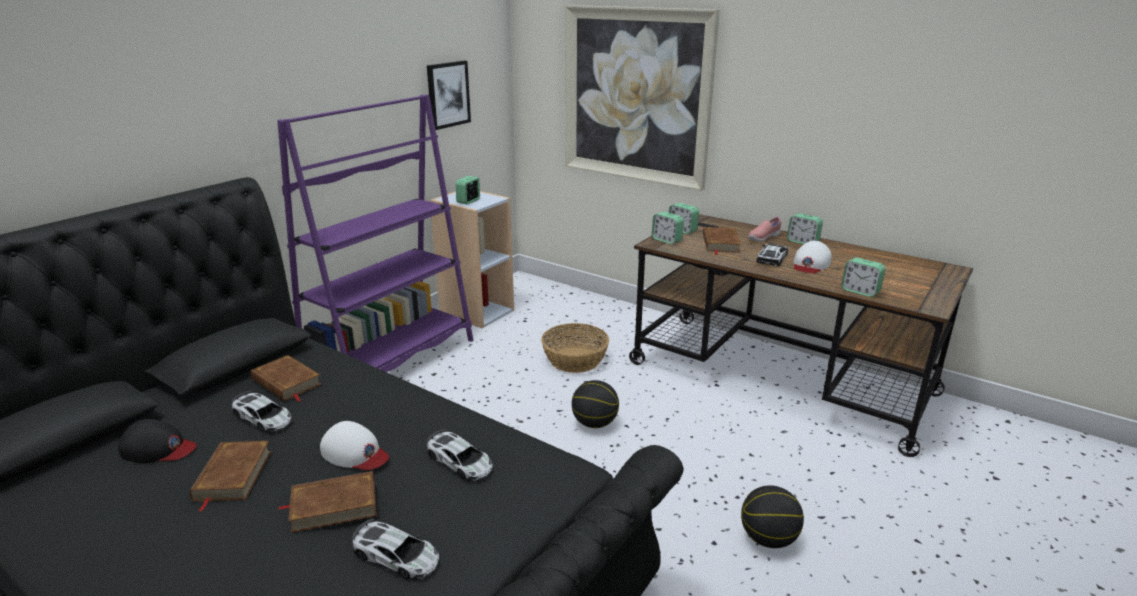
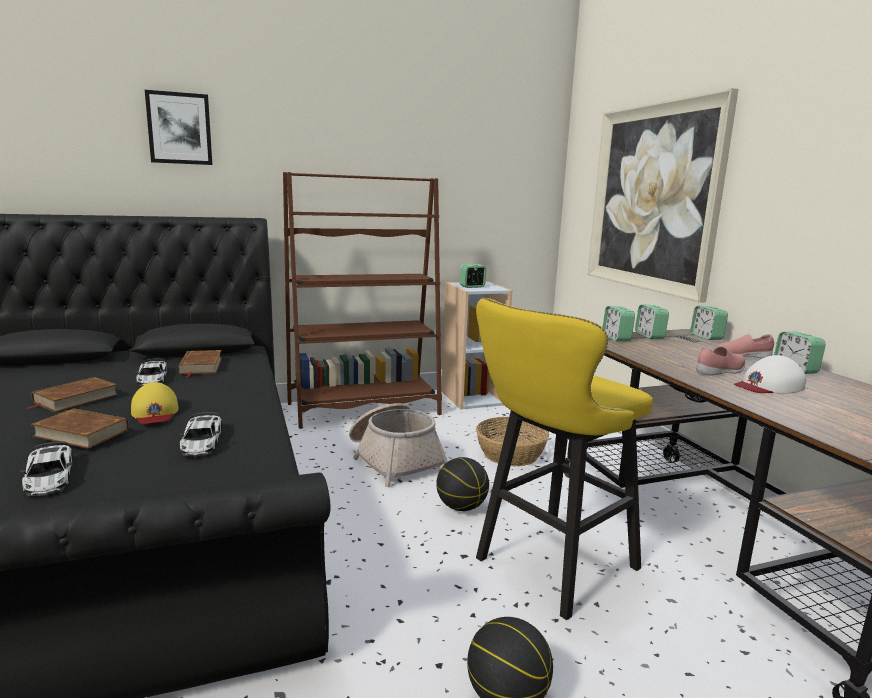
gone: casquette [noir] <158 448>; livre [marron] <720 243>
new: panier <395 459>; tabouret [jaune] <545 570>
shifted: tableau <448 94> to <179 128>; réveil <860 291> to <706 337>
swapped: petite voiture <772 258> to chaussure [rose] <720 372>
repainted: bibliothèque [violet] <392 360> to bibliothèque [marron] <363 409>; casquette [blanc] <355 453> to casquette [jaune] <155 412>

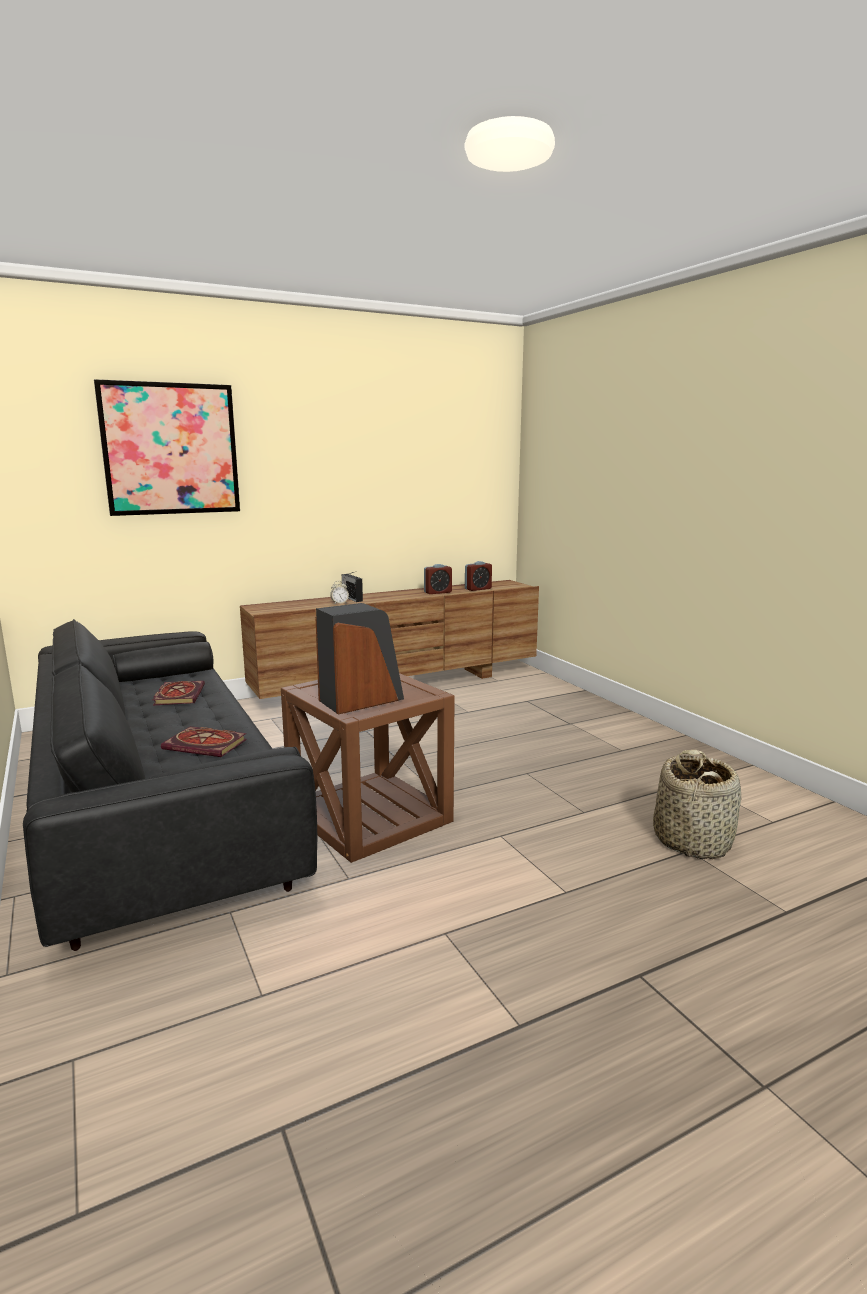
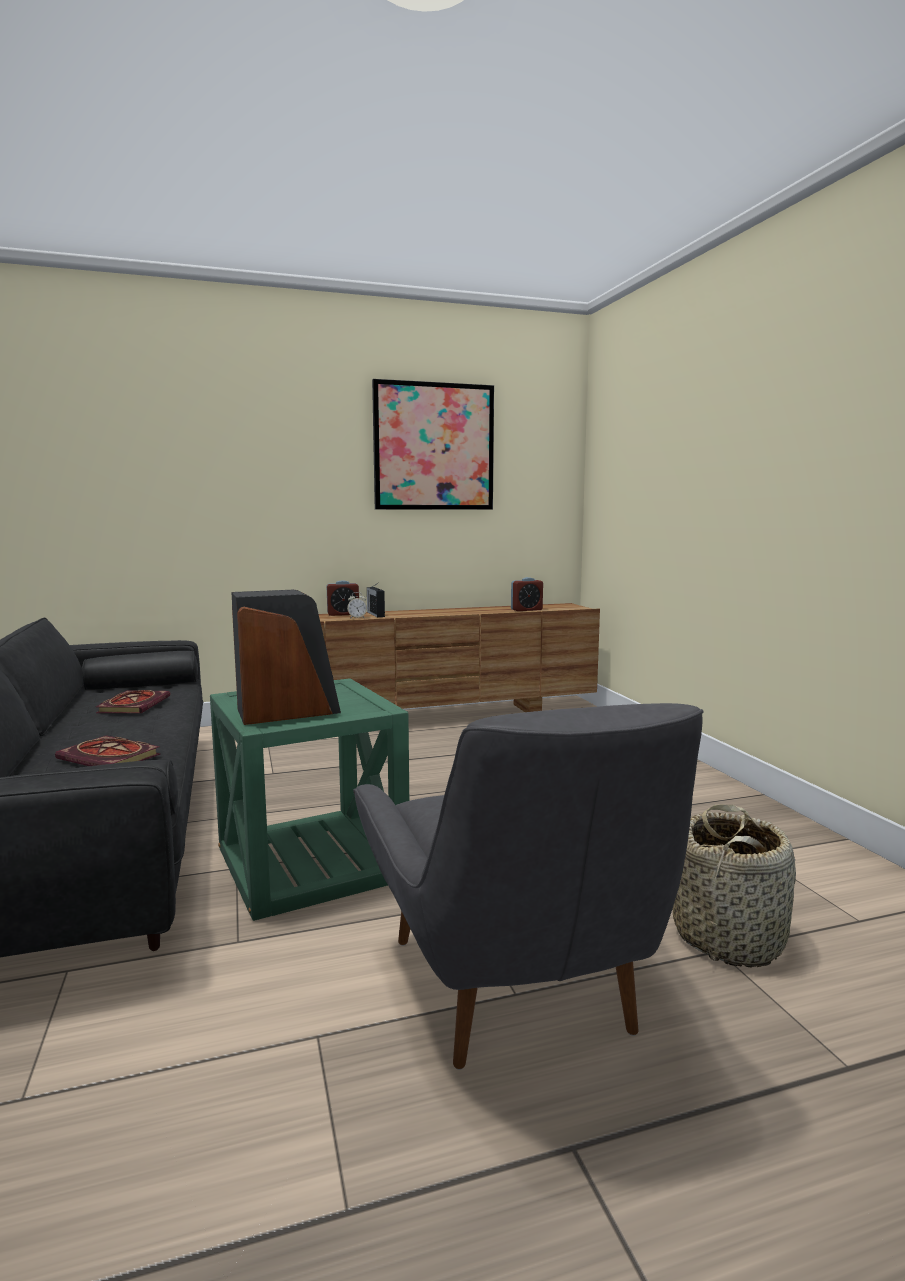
new: fauteuil [gris] <519 994>
shifted: tableau <170 449> to <434 447>; réveil <437 592> to <343 614>
repainted: table d'appoint [marron] <369 816> to table d'appoint [vert] <310 863>

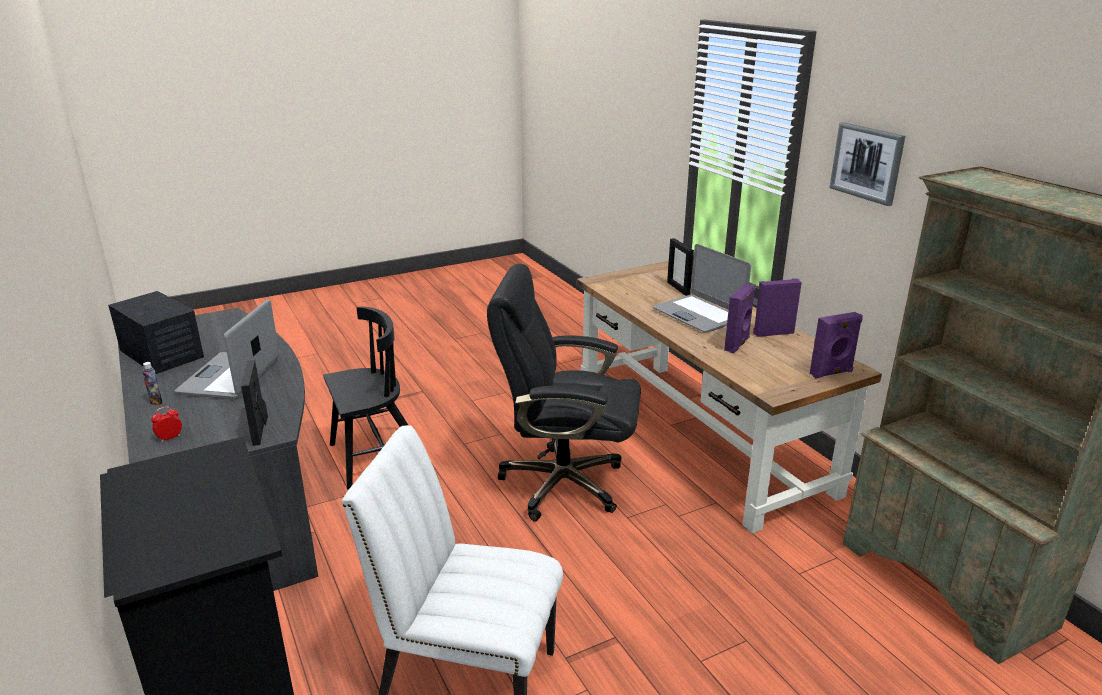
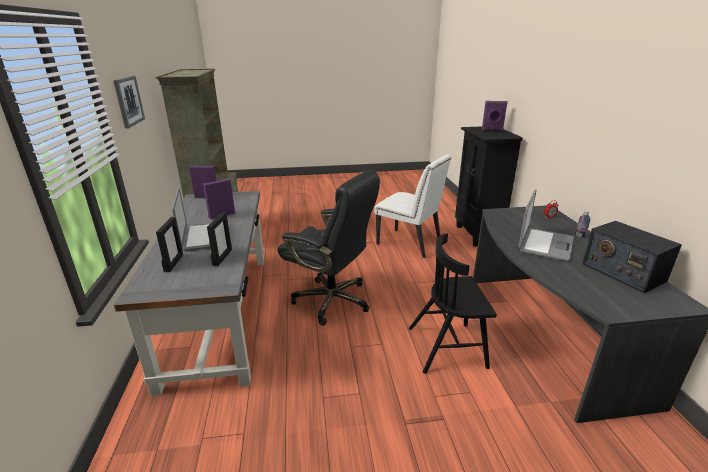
shifted: cadre photo <260 430> to <222 257>; enceinte [violet] <773 332> to <492 130>
repainted: bureau [marron] <700 436> to bureau [gris] <220 312>

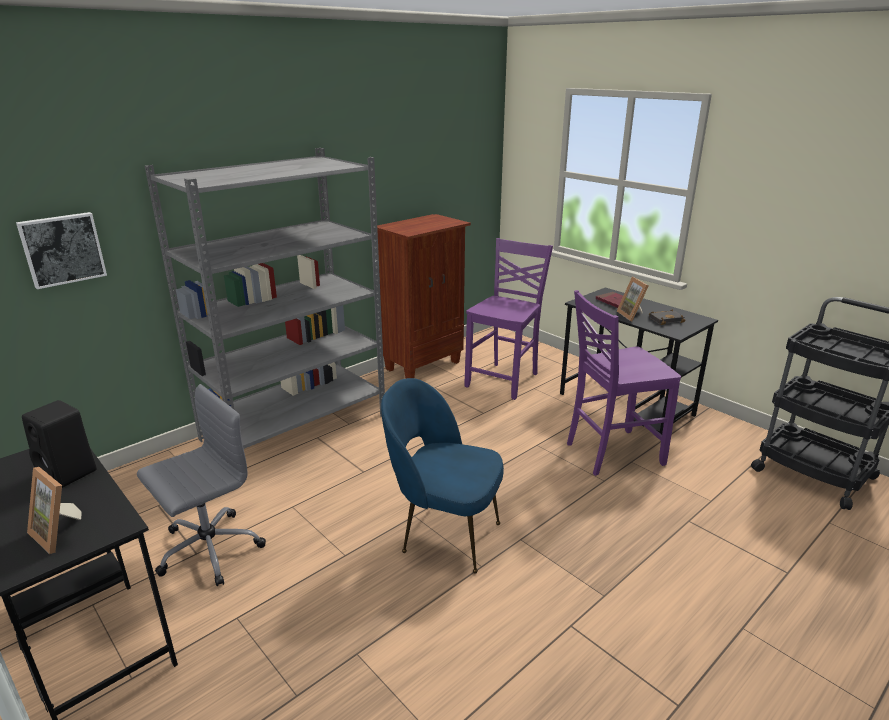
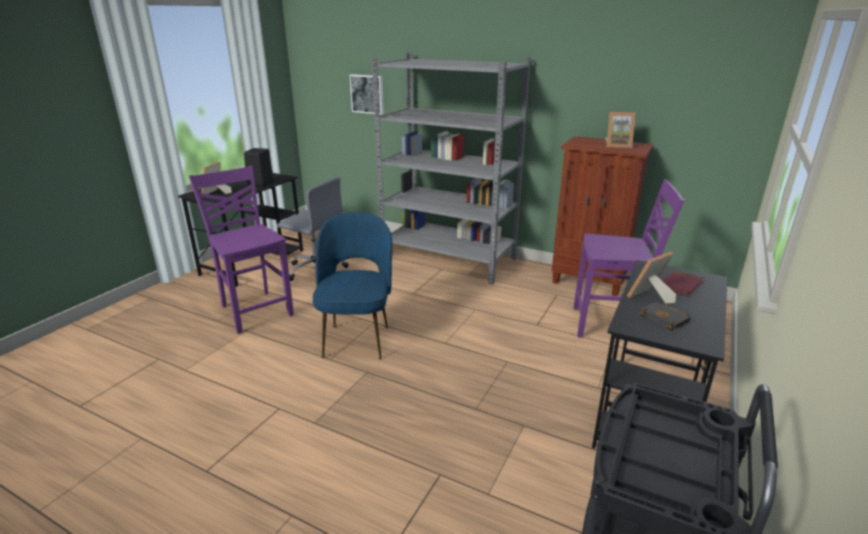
new: cadre photo <617 146>
shifted: chaise [violet] <611 453> to <255 310>

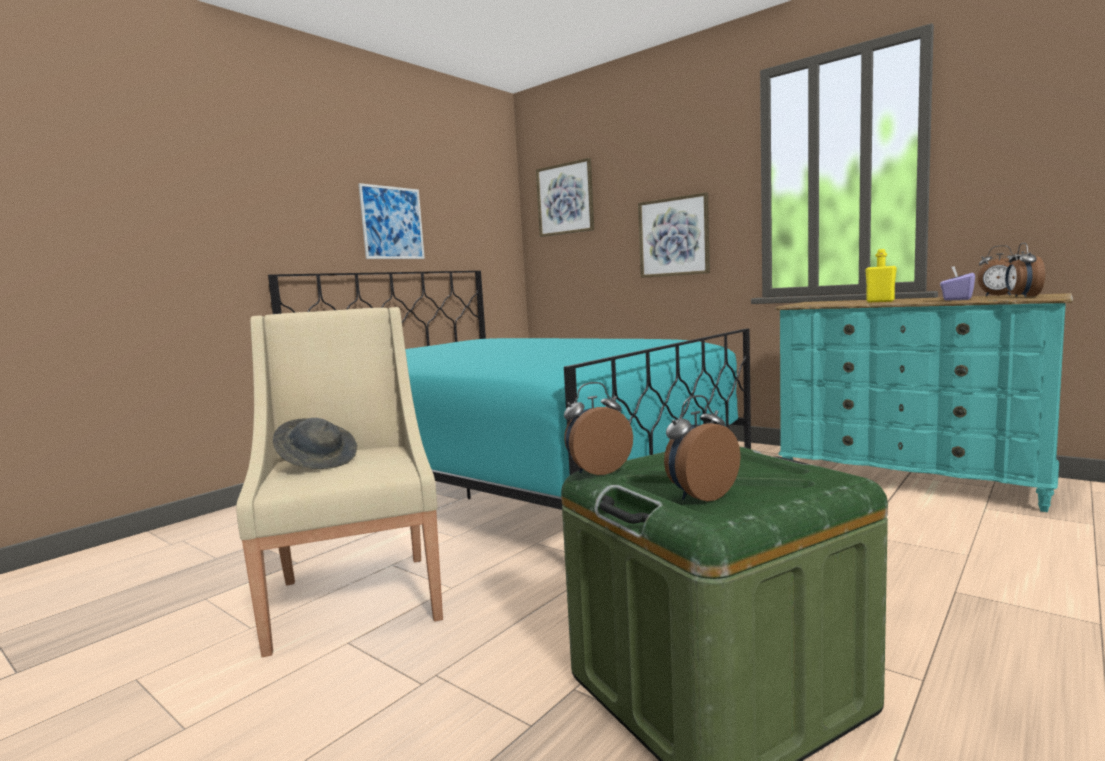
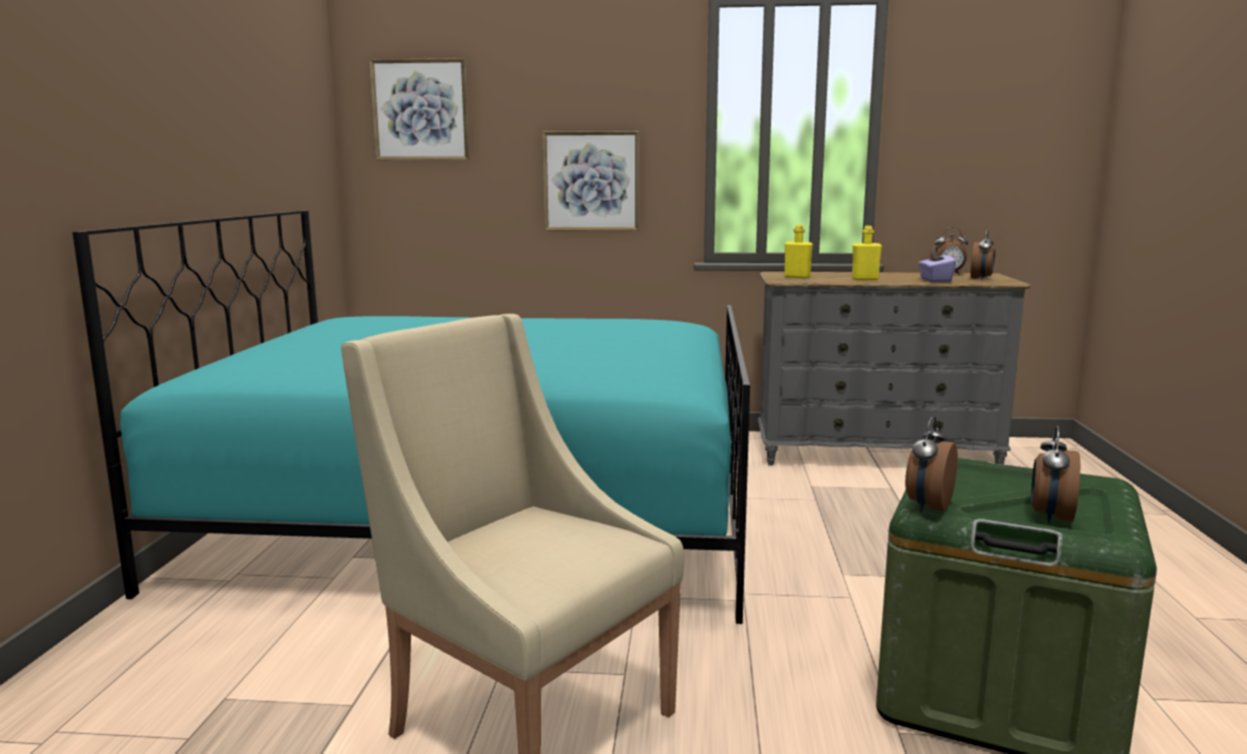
gone: chapeau [gris] <318 462>; tableau <392 223>
new: bouteille [jaune] <797 277>
repainted: commode [turquoise] <909 480> to commode [gris] <876 455>
rotated: réveil <1022 297> = <981 279> 135 degrees counterclockwise

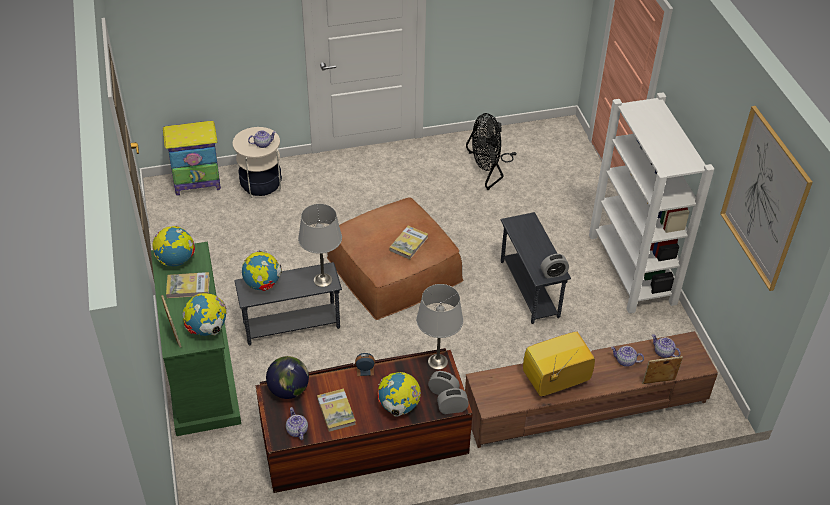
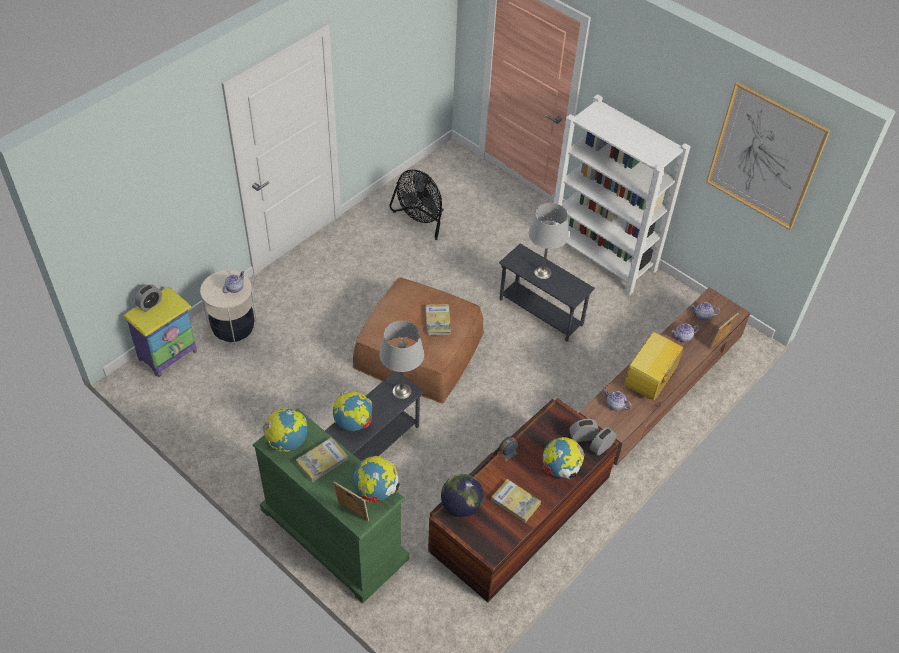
shifted: théière <296 430> to <615 405>; lampe de table [gris] <438 362> to <543 272>; réveil <553 273> to <150 304>

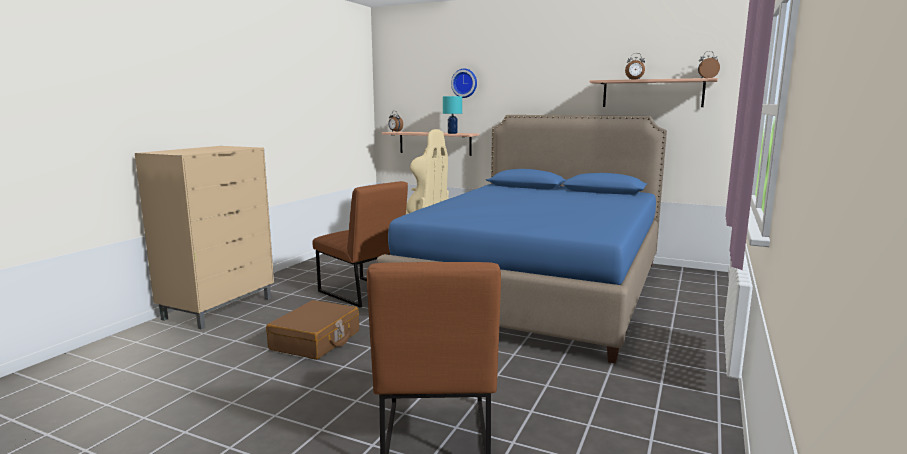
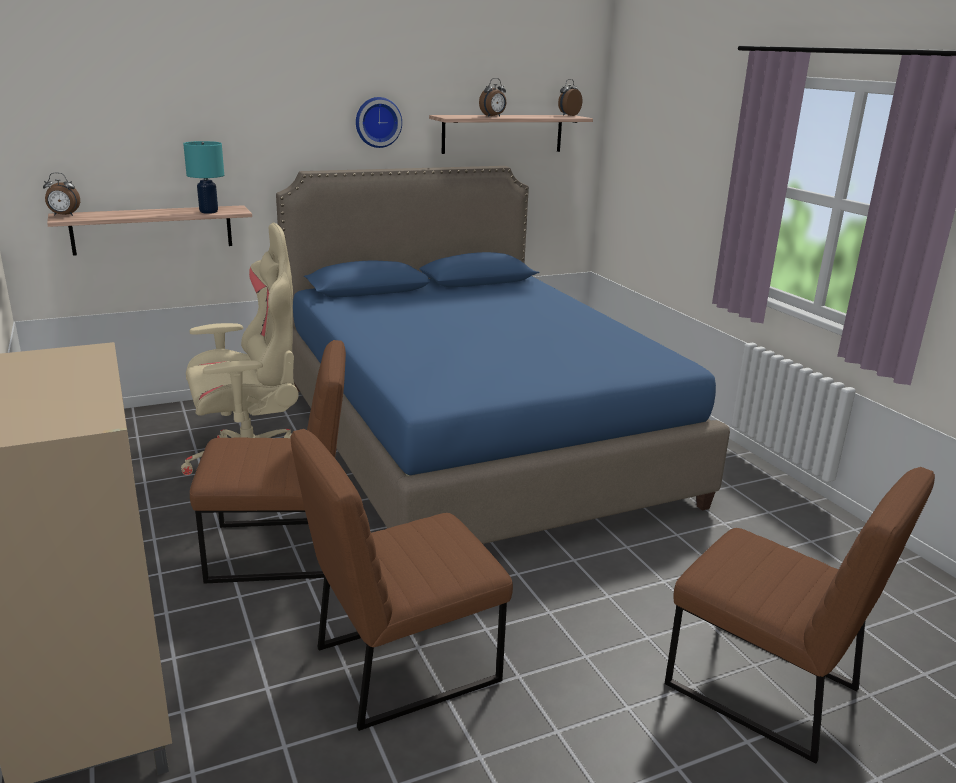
shifted: horloge murale <465 83> to <377 122>
swapped: valise [marron] <316 340> to chaise [marron] <401 664>

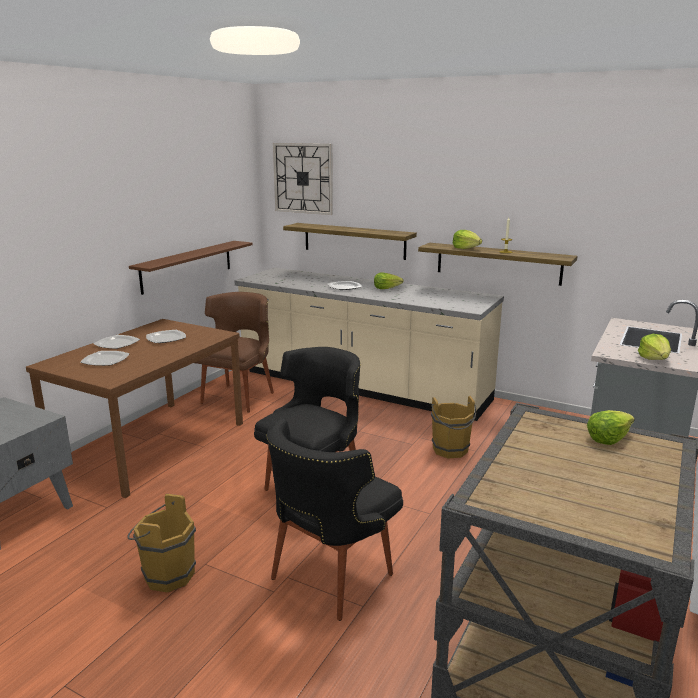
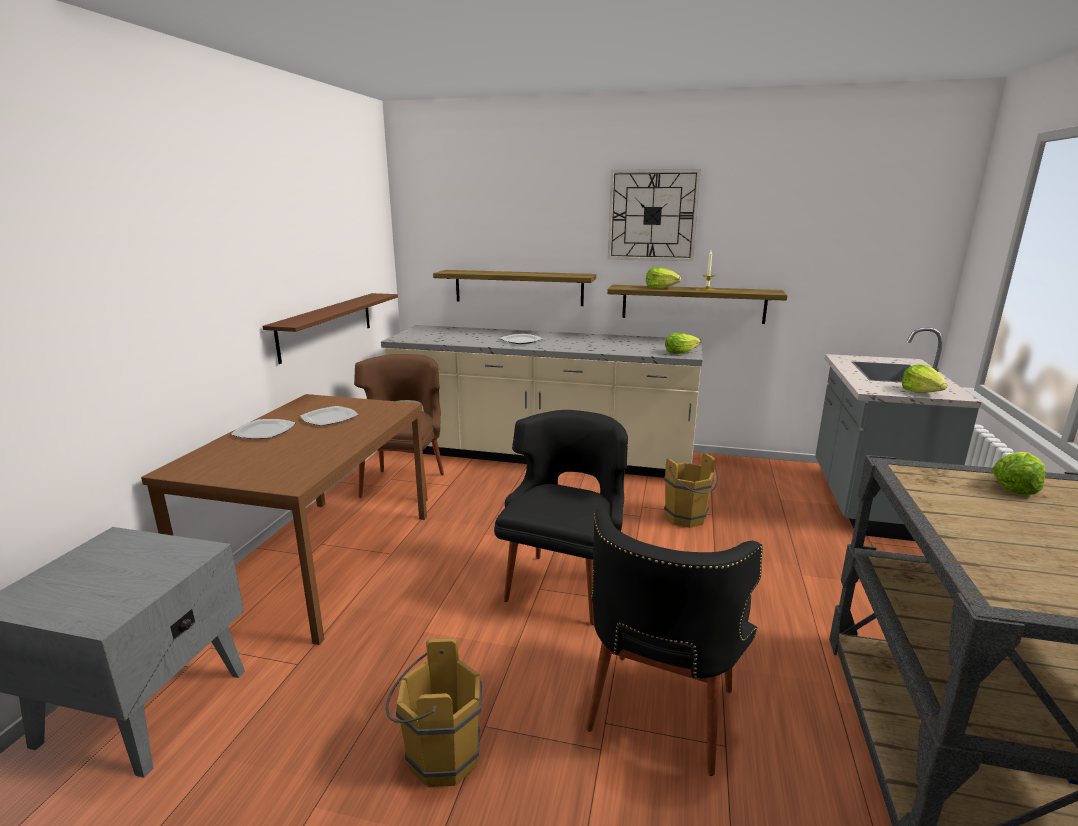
gone: assiette <106 360>
shifted: horloge murale <303 178> to <652 215>; laitue <386 288> to <680 352>

